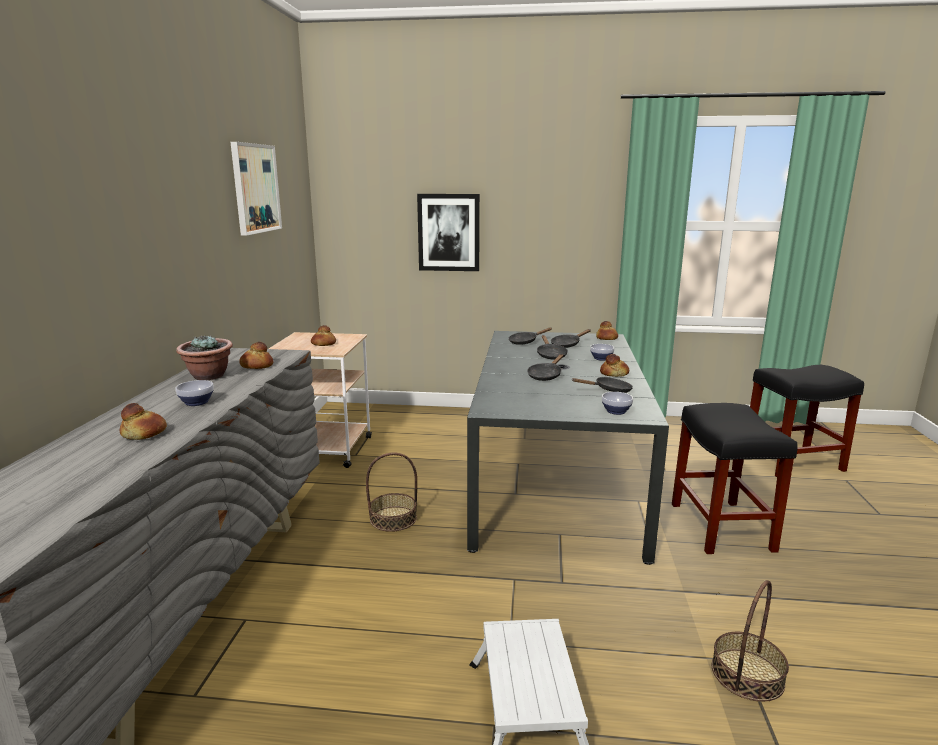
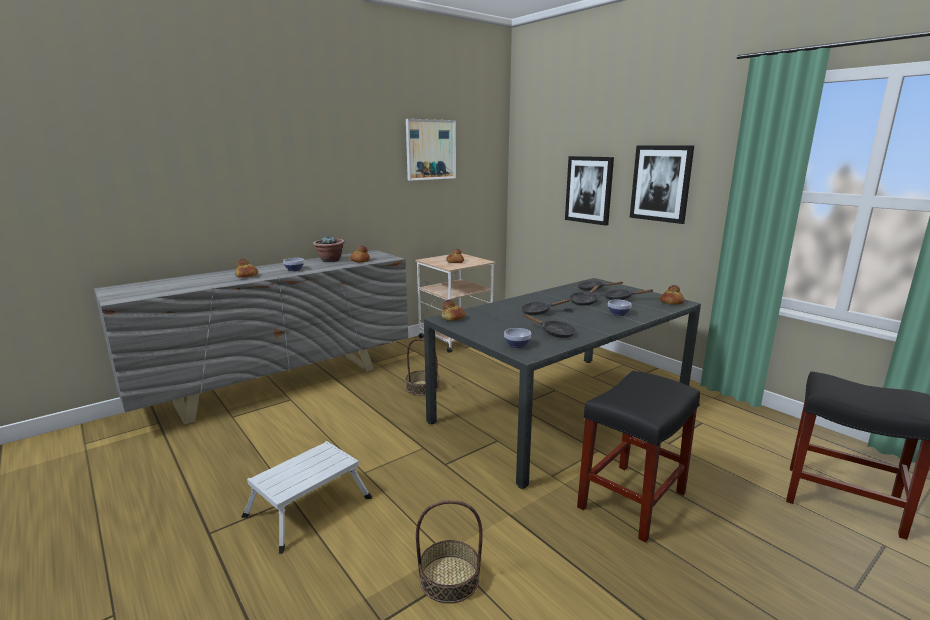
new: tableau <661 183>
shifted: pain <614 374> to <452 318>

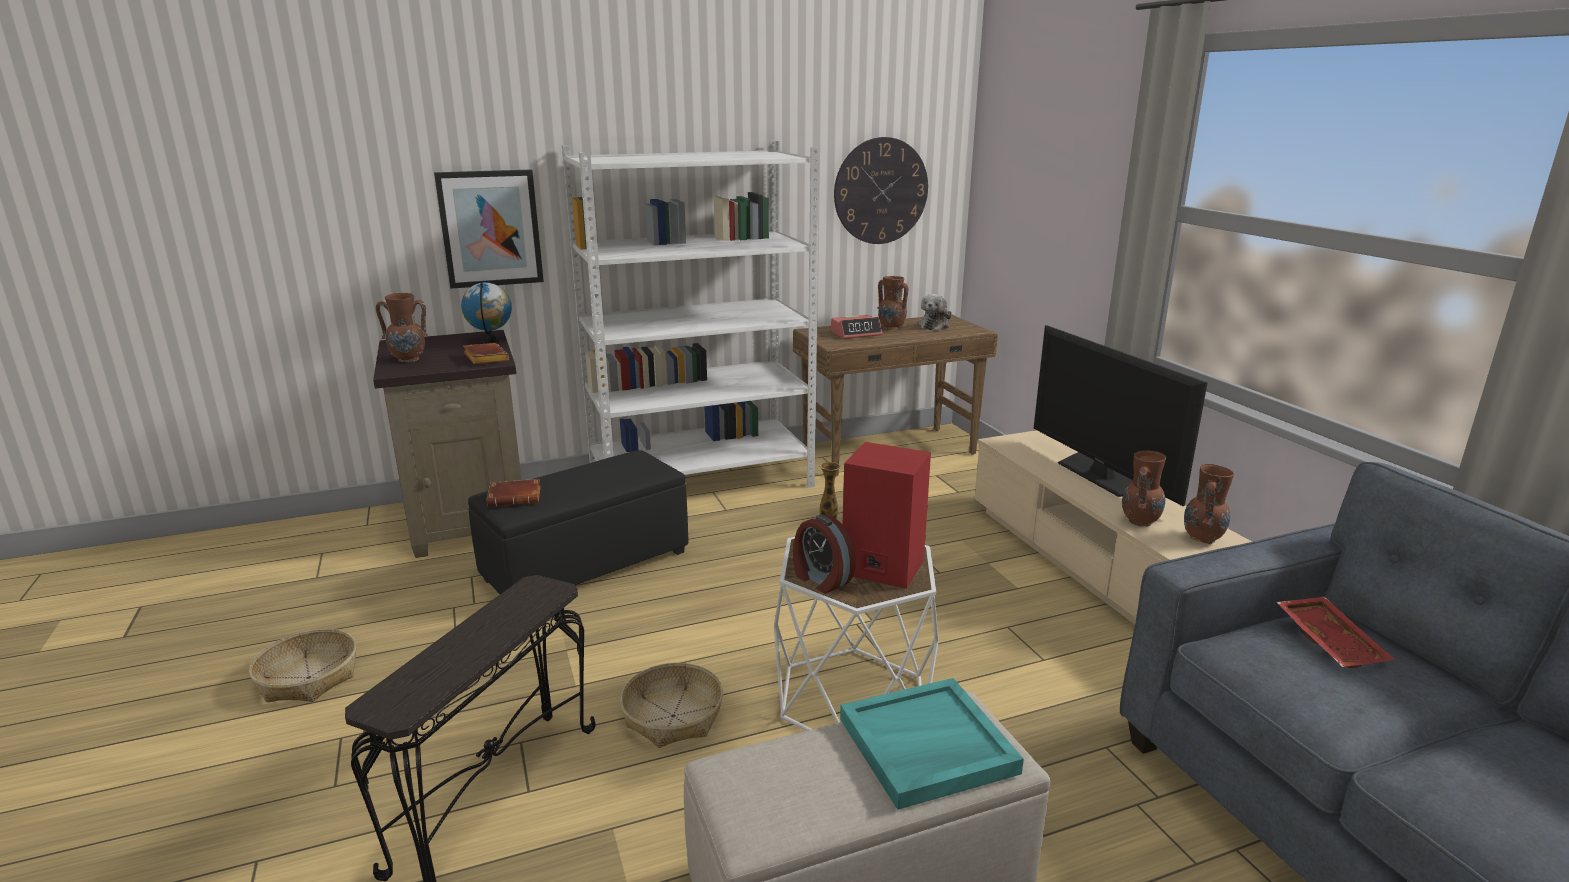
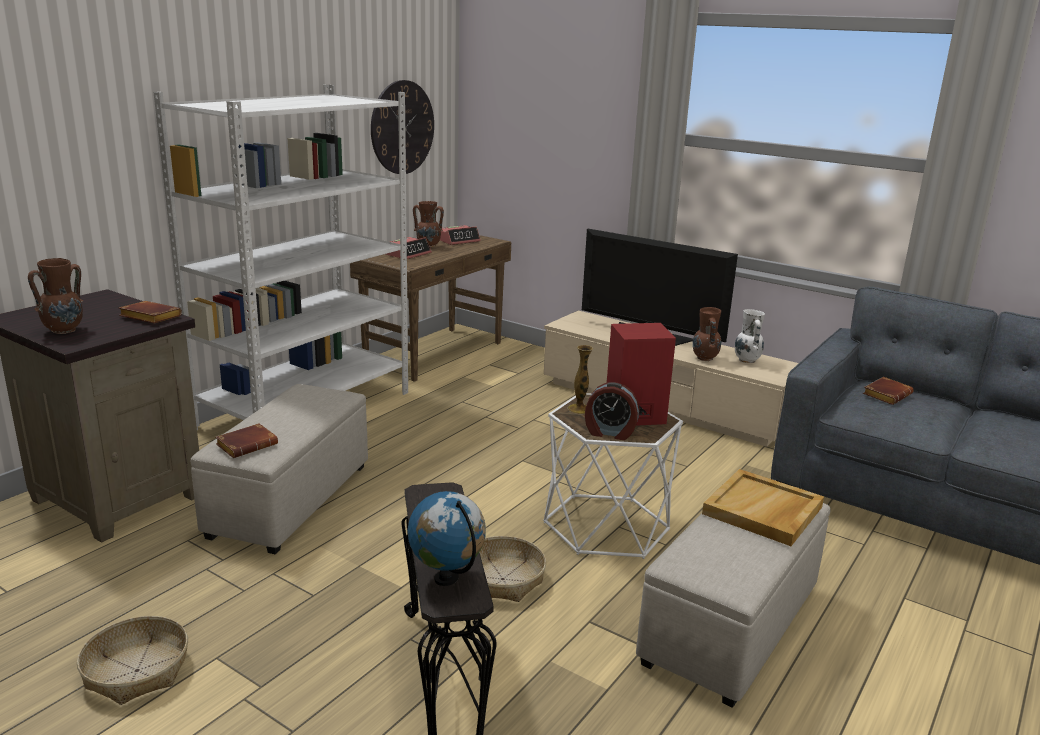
gone: tableau <490 228>
shifted: globe <491 341> to <447 578>
swapped: peluche <935 326> to réveil <458 240>; plateau [rouge] <1331 642> to livre [marron] <886 394>
repainted: pouf [noir] <588 565> to pouf [beige] <291 499>; plateau [turquoise] <926 746> to plateau [beige] <763 511>; vase [marron] <1202 538> to vase [blanc] <747 360>

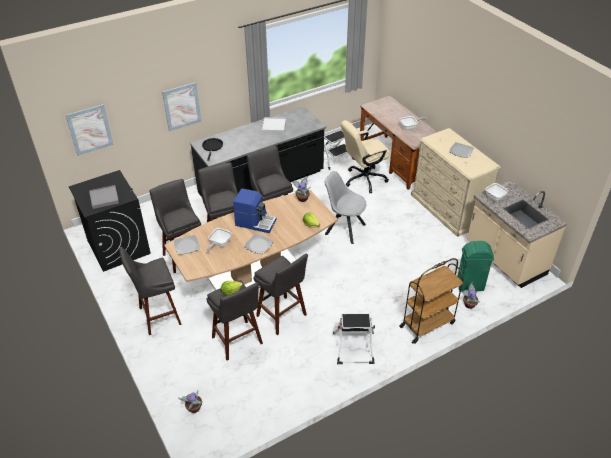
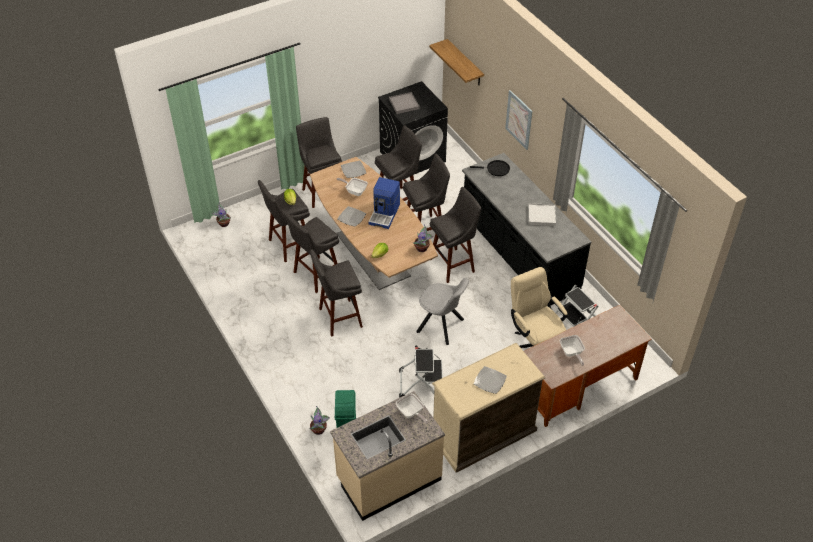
gone: chariot [marron] <428 325>
new: tabouret [gris] <338 318>
shifted: escabeau <354 346> to <420 383>
swapped: tableau <90 130> to étagère <465 63>
rotated: chaise [gris] <344 229> = <441 326> 90 degrees clockwise

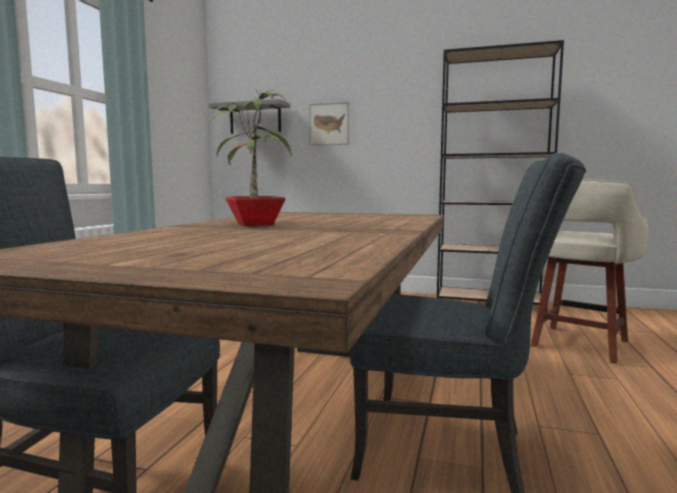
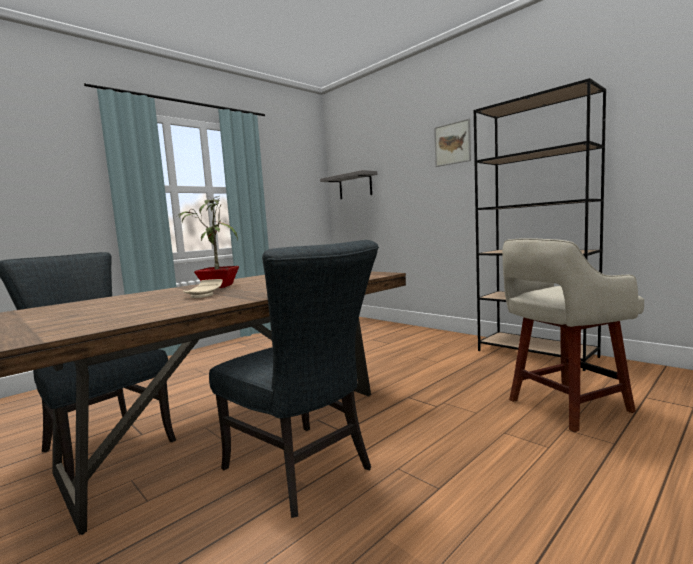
new: assiette [beige] <204 295>
shifted: tableau <329 124> to <452 143>

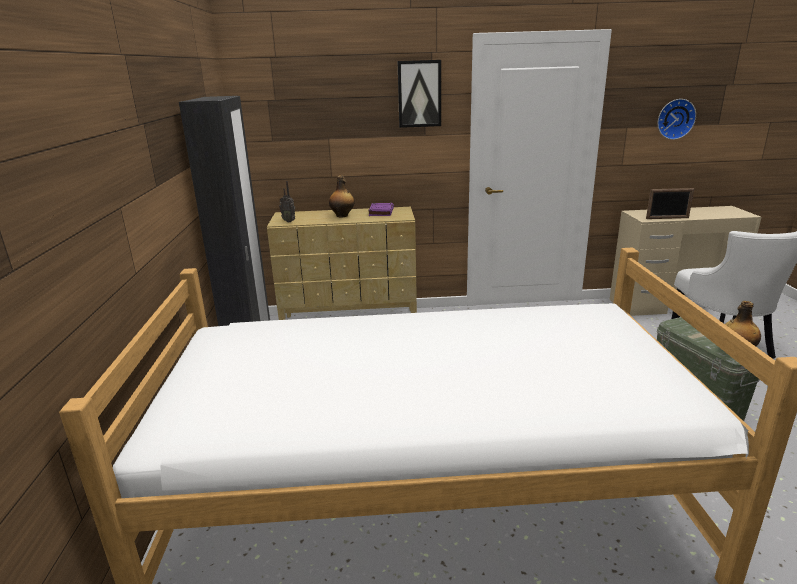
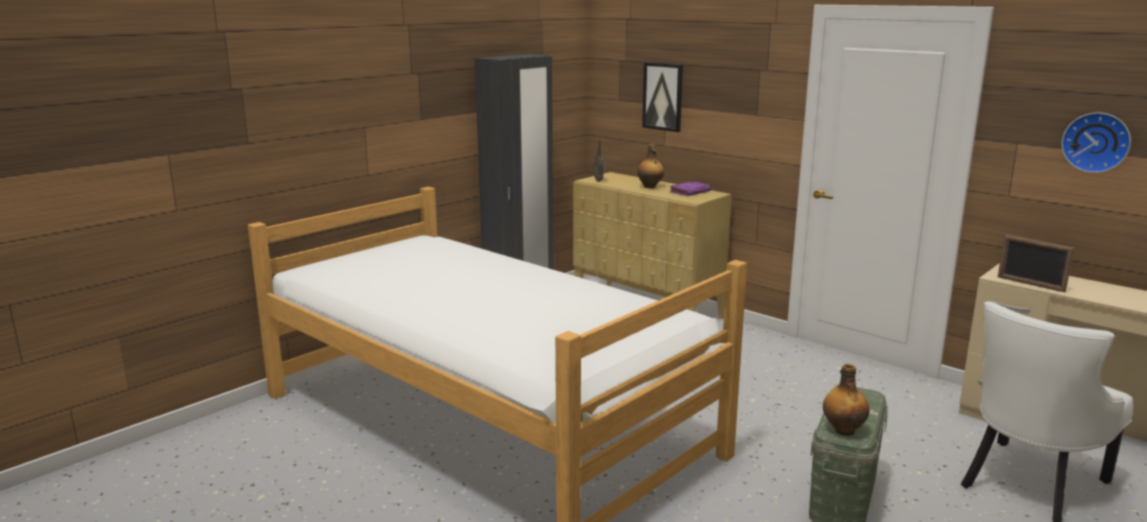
shifted: tableau <419 94> to <663 96>

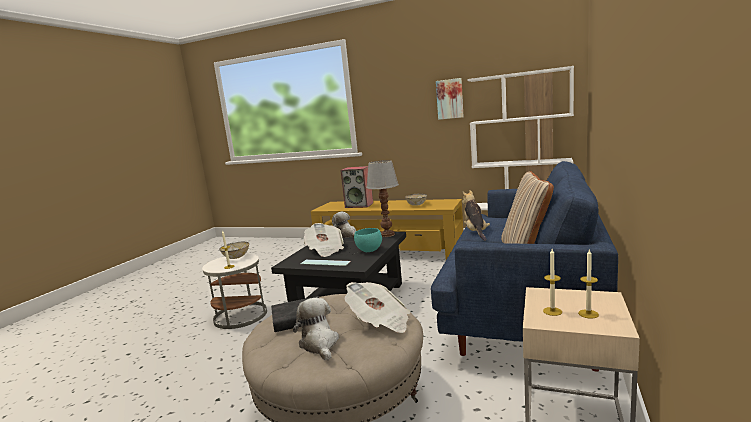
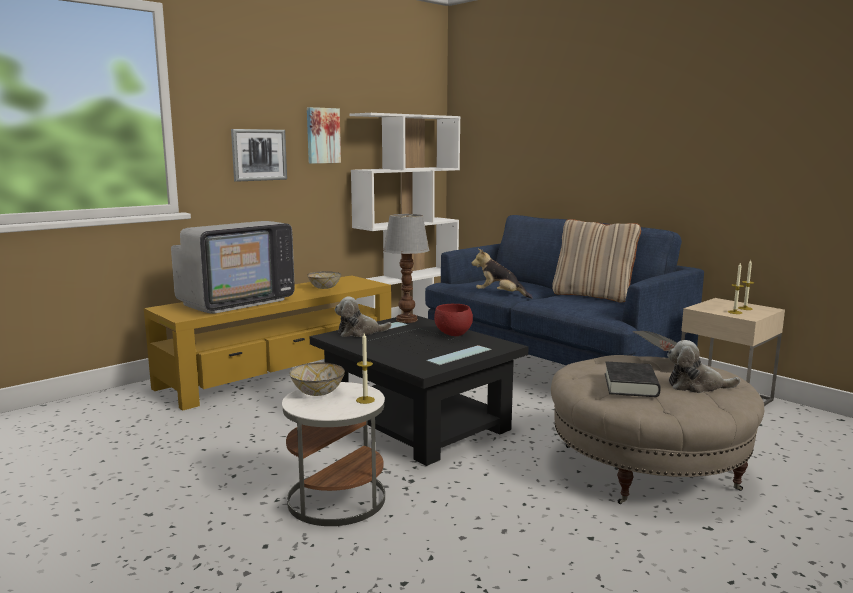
gone: journal <325 250>
new: tableau <259 155>
swapped: enceinte <359 205> to téléviseur <236 302>
repainted: bol [turquoise] <369 250> to bol [rouge] <454 334>

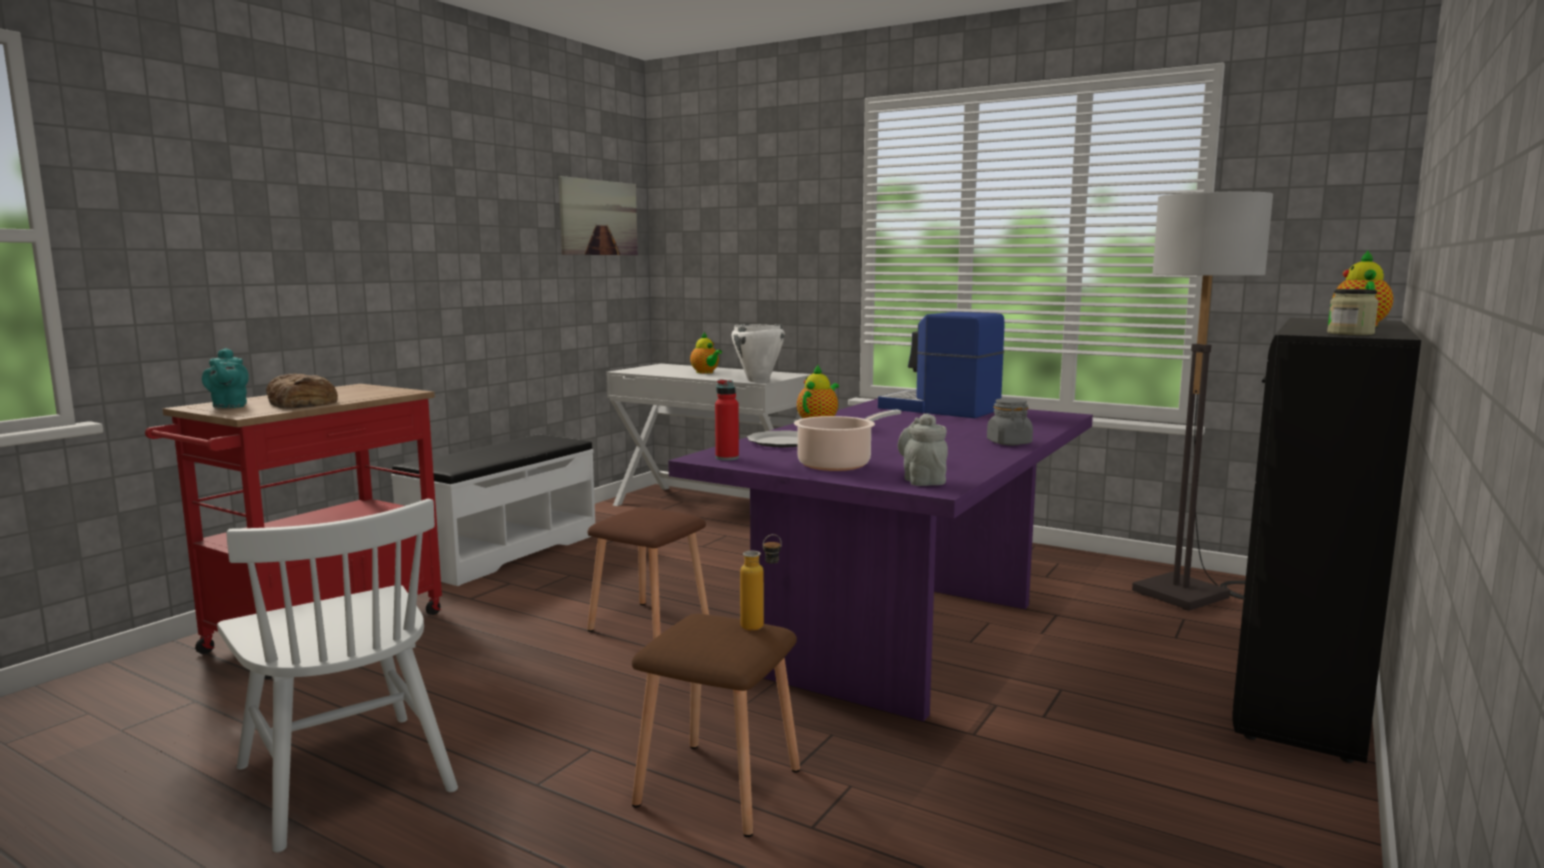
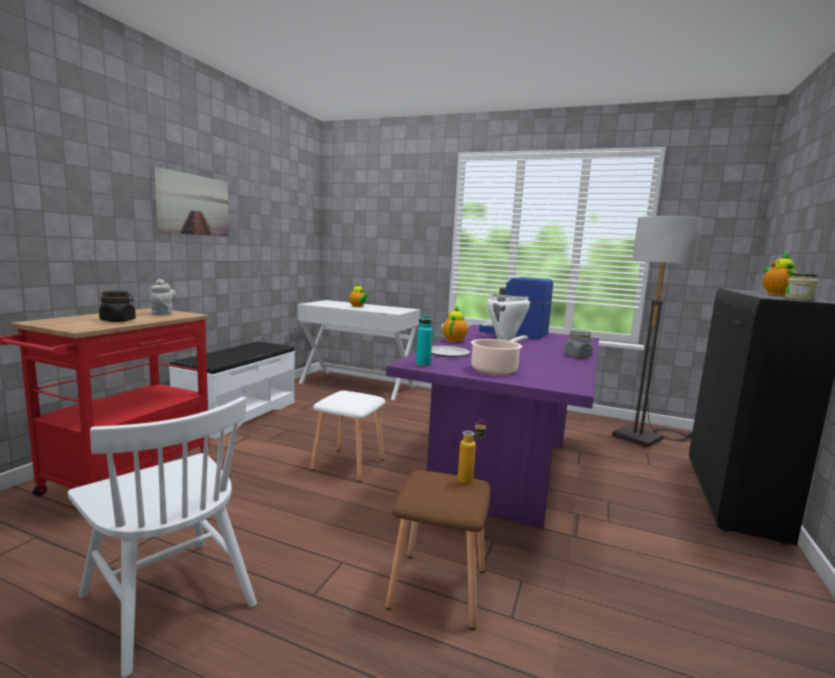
gone: théière [turquoise] <229 406>
shifted: tableau <598 217> to <194 205>; marmite [blanc] <758 381> to <505 339>; théière [gris] <922 480> to <163 313>
swapped: pain <301 402> to bocal [noir] <118 320>
repainted: tabouret [marron] <649 624> to tabouret [blanc] <348 463>; bouteille [rouge] <727 458> to bouteille [turquoise] <423 364>

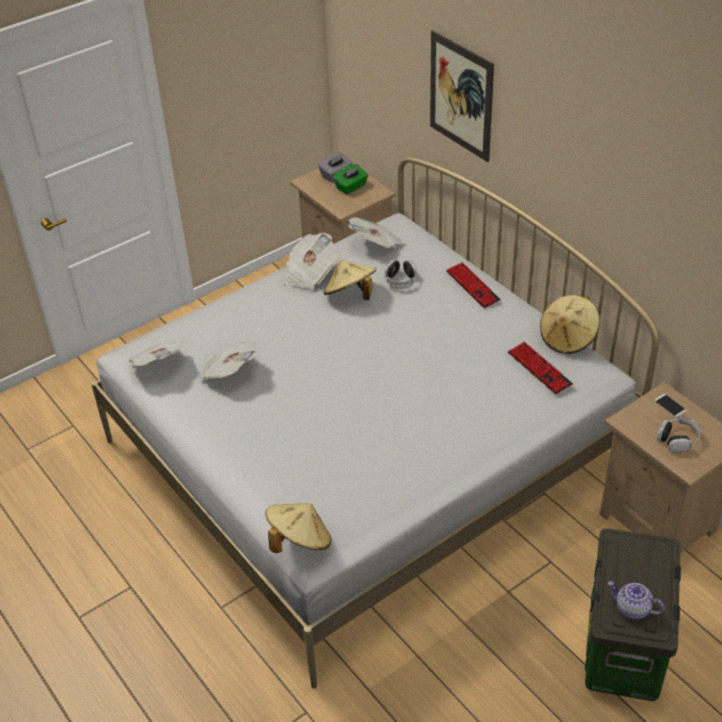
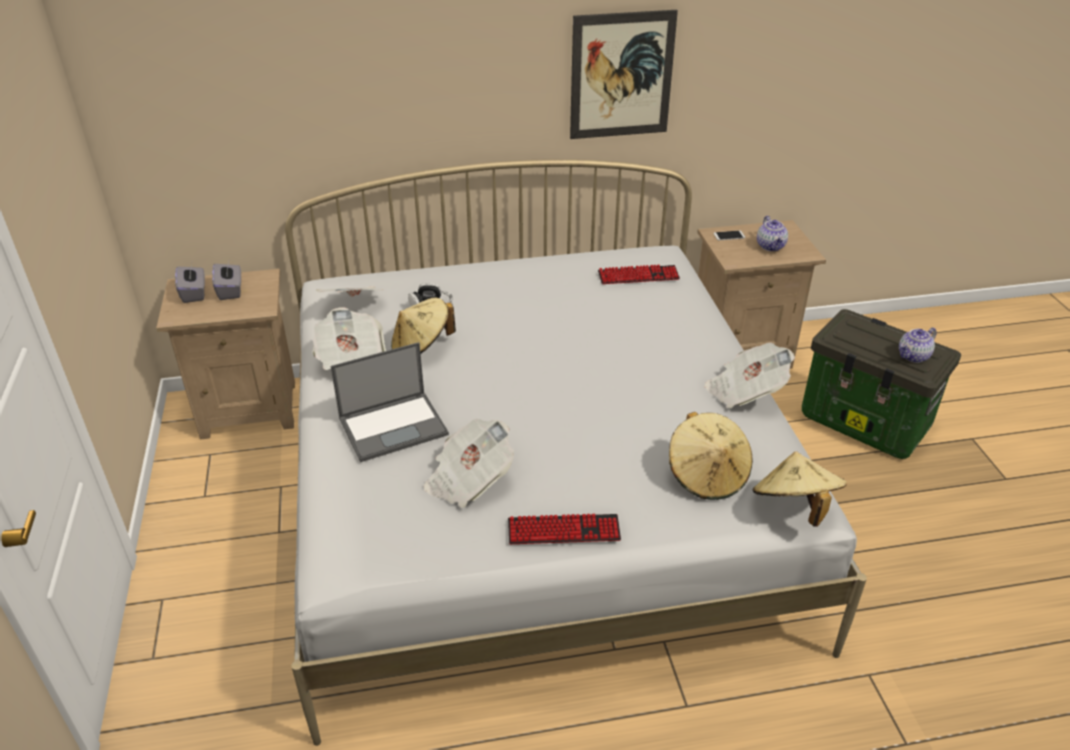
new: ordinateur portable <394 426>
shifted: journal <158 364> to <745 391>; tableau <461 96> to <621 76>; clavier <472 286> to <563 531>; chapeau [beige] <568 338> to <707 475>
swapped: casque audio <677 439> to théière <771 246>
repainted: boîte à mouchoirs [vert] <351 187> to boîte à mouchoirs [gris] <230 291>

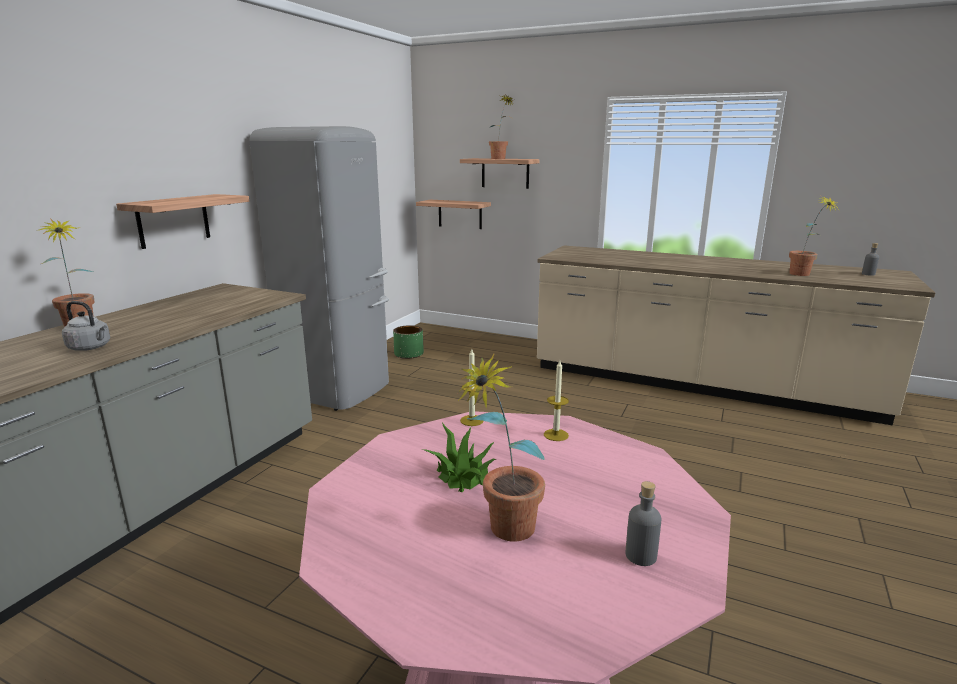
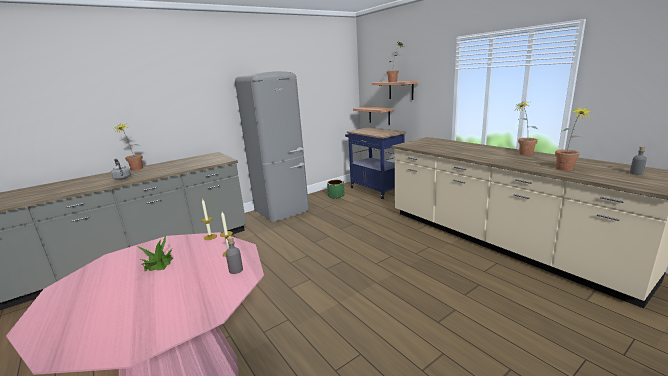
gone: étagère <173 220>
new: chariot [bleu] <375 189>
shifted: plante en pot <502 533> to <522 154>; bouteille [gris] <640 555> to <236 270>

